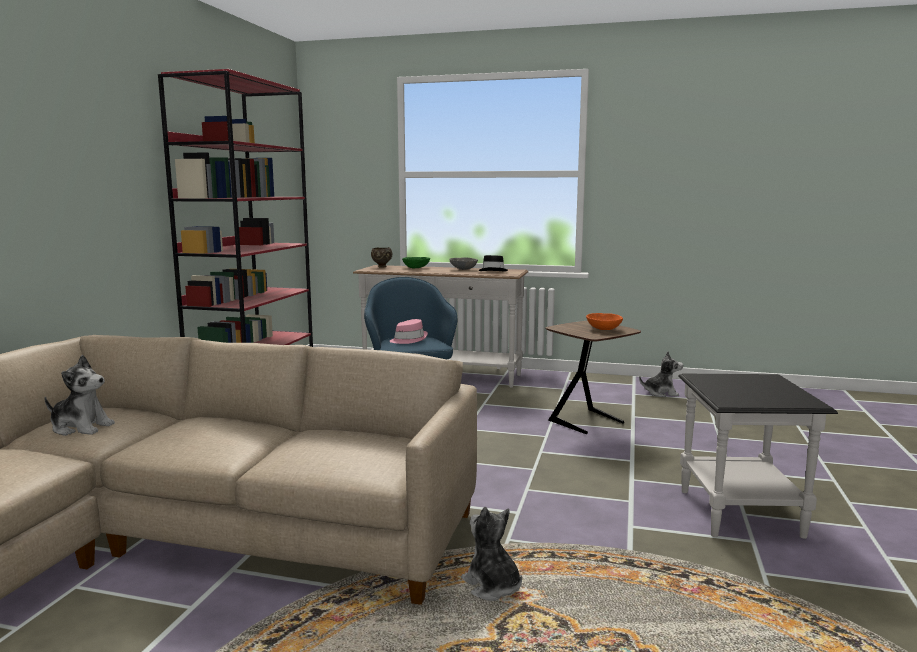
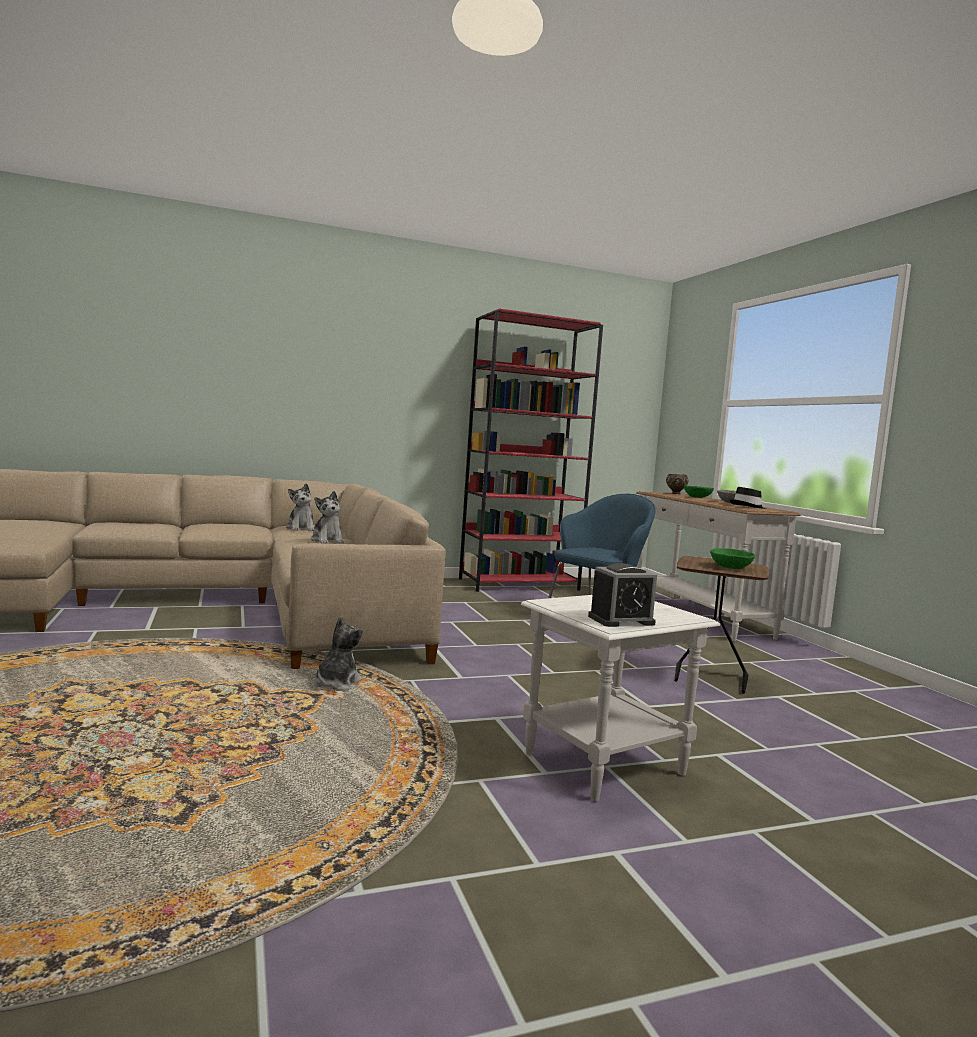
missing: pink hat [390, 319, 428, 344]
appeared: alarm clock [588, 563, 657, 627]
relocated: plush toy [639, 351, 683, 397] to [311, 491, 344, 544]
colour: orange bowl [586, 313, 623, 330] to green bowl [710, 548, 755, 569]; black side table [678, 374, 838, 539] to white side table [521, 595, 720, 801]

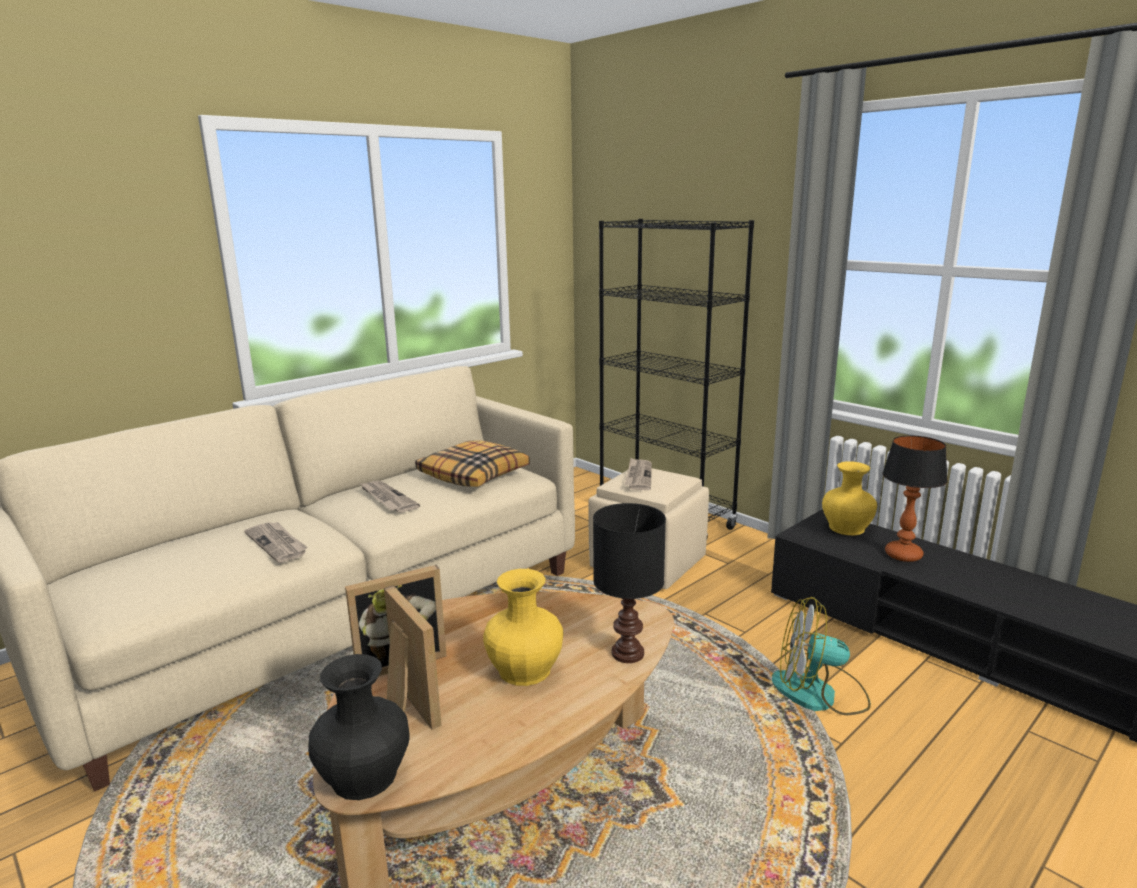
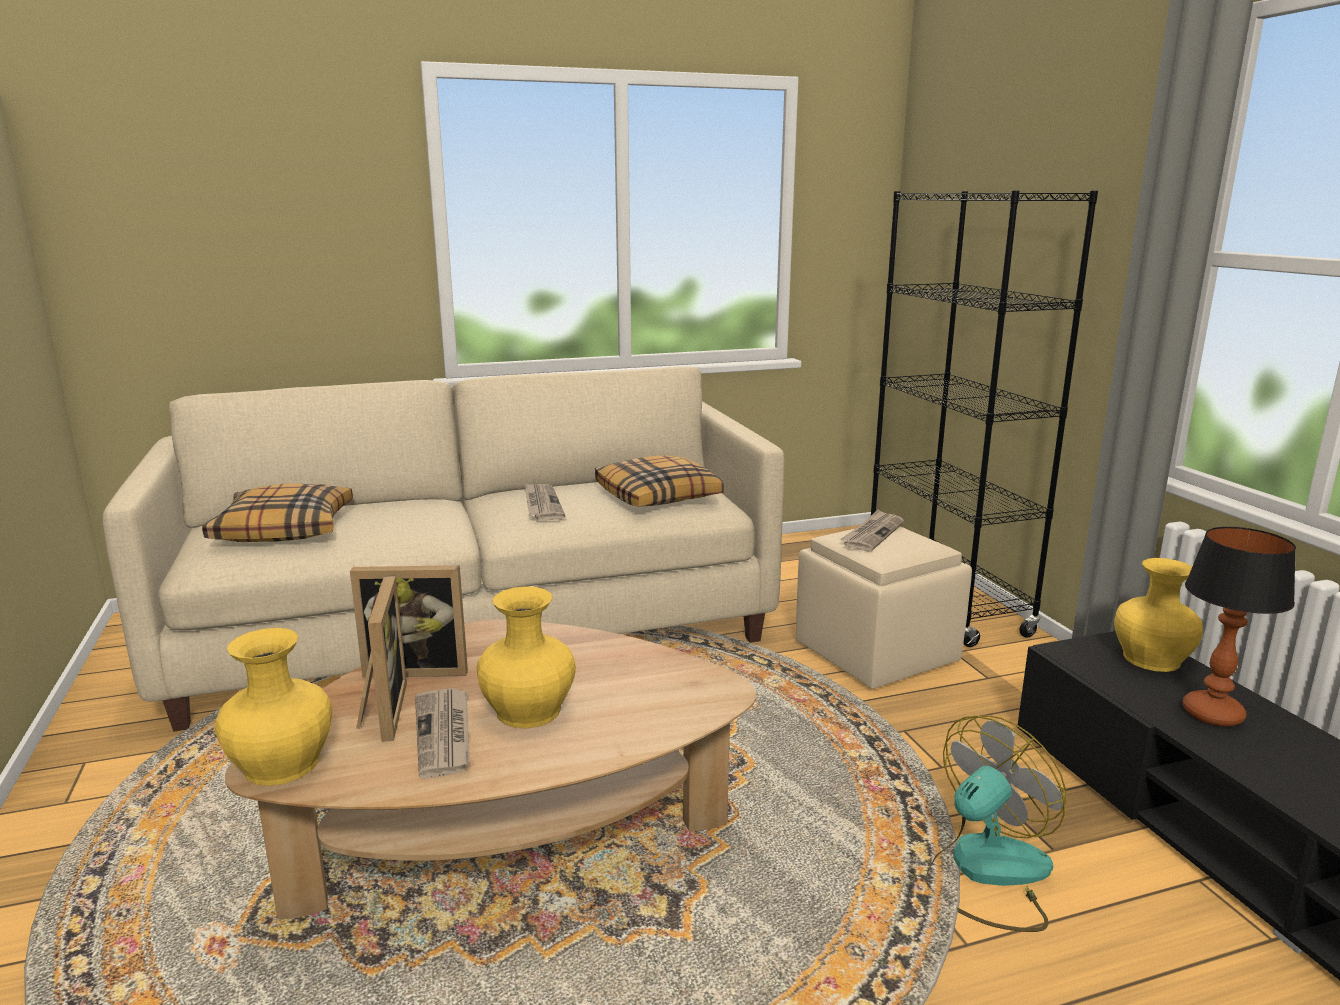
missing: black table lamp [593, 503, 666, 663]
appeared: pillow [202, 483, 353, 542]
relocated: newspaper [244, 522, 307, 563] to [415, 688, 470, 778]
colour: black vase [308, 654, 410, 800] to yellow vase [215, 628, 332, 786]
spun: fan [772, 597, 871, 716] = [926, 715, 1066, 932] 105 degrees clockwise

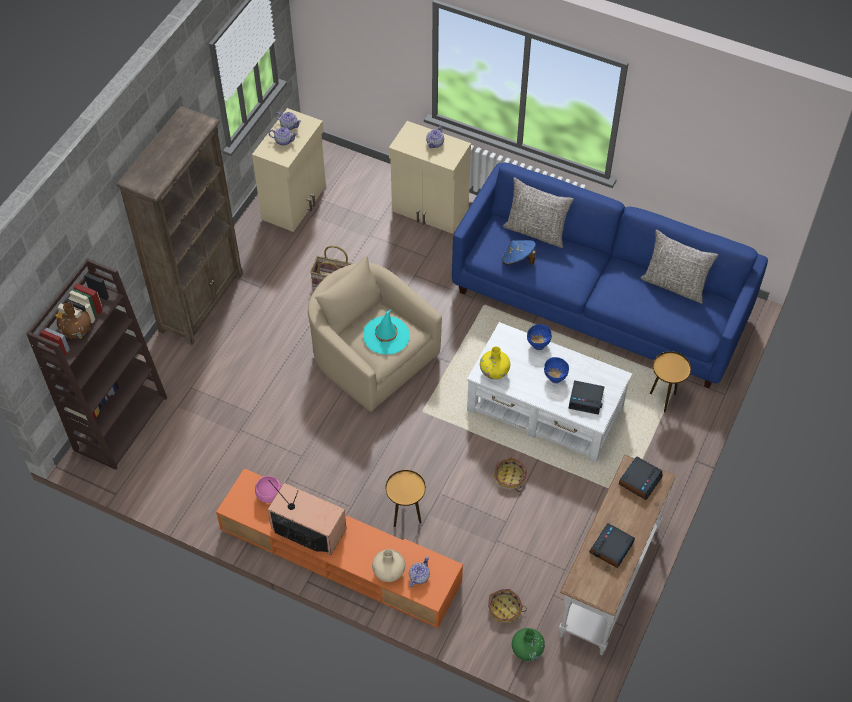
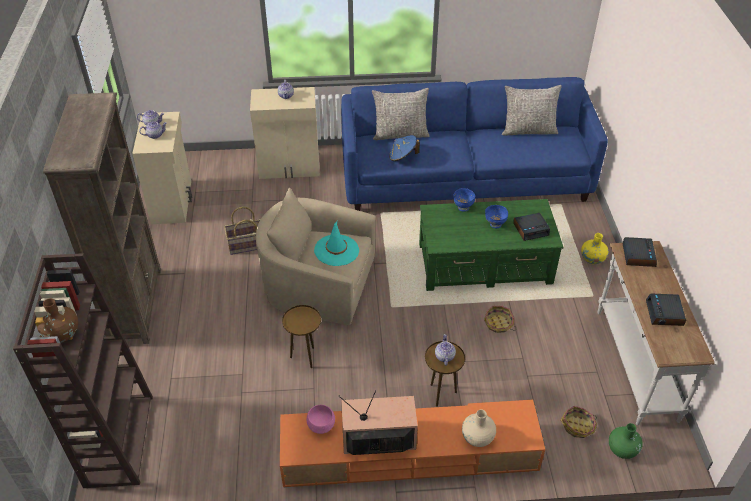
relocated: teapot [409, 556, 430, 587] to [435, 334, 456, 366]; yellow vase [480, 346, 510, 380] to [581, 233, 608, 264]; brown side table [650, 351, 691, 413] to [282, 305, 321, 368]
colour: white coffee table [467, 322, 632, 463] to green coffee table [419, 199, 564, 291]

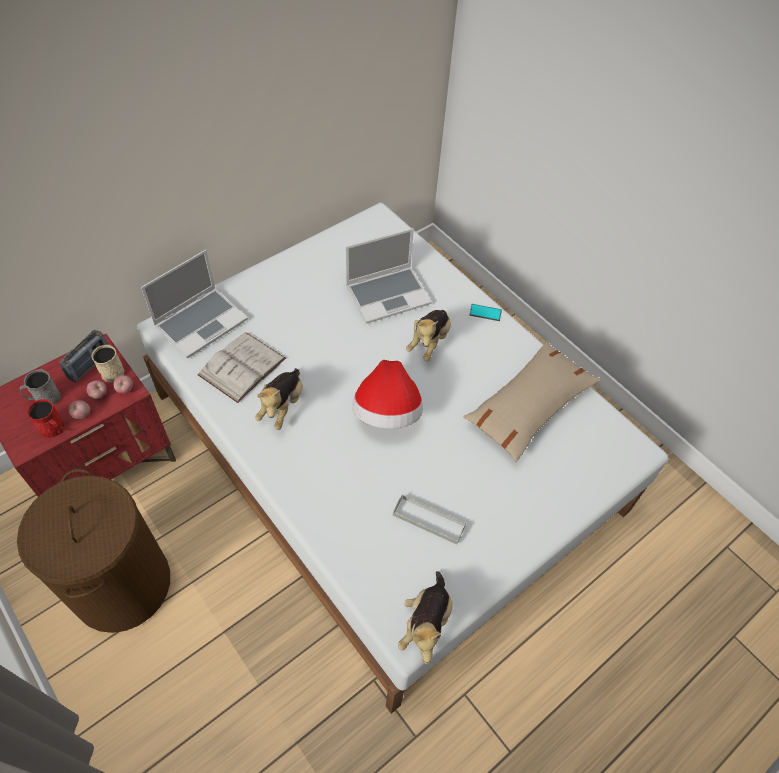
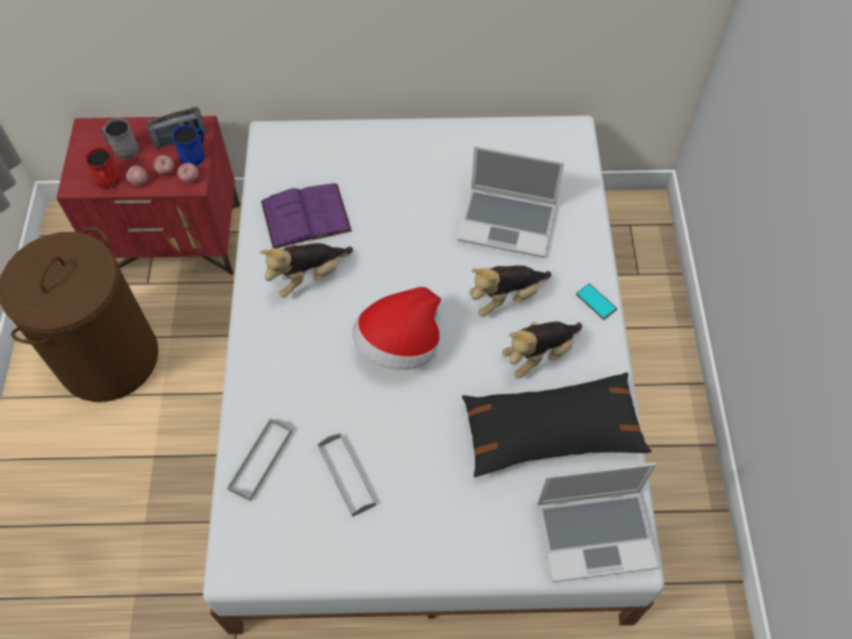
appeared: grey tray [227, 419, 292, 501]
relocated: laptop [141, 250, 248, 359] to [537, 463, 659, 582]; plush toy [398, 571, 452, 664] to [502, 322, 582, 379]
colour: beige mug [92, 345, 125, 382] to blue mug [172, 125, 205, 166]; white book [198, 332, 286, 403] to purple book [261, 183, 352, 248]; beige pillow [463, 341, 601, 462] to black pillow [462, 372, 652, 477]

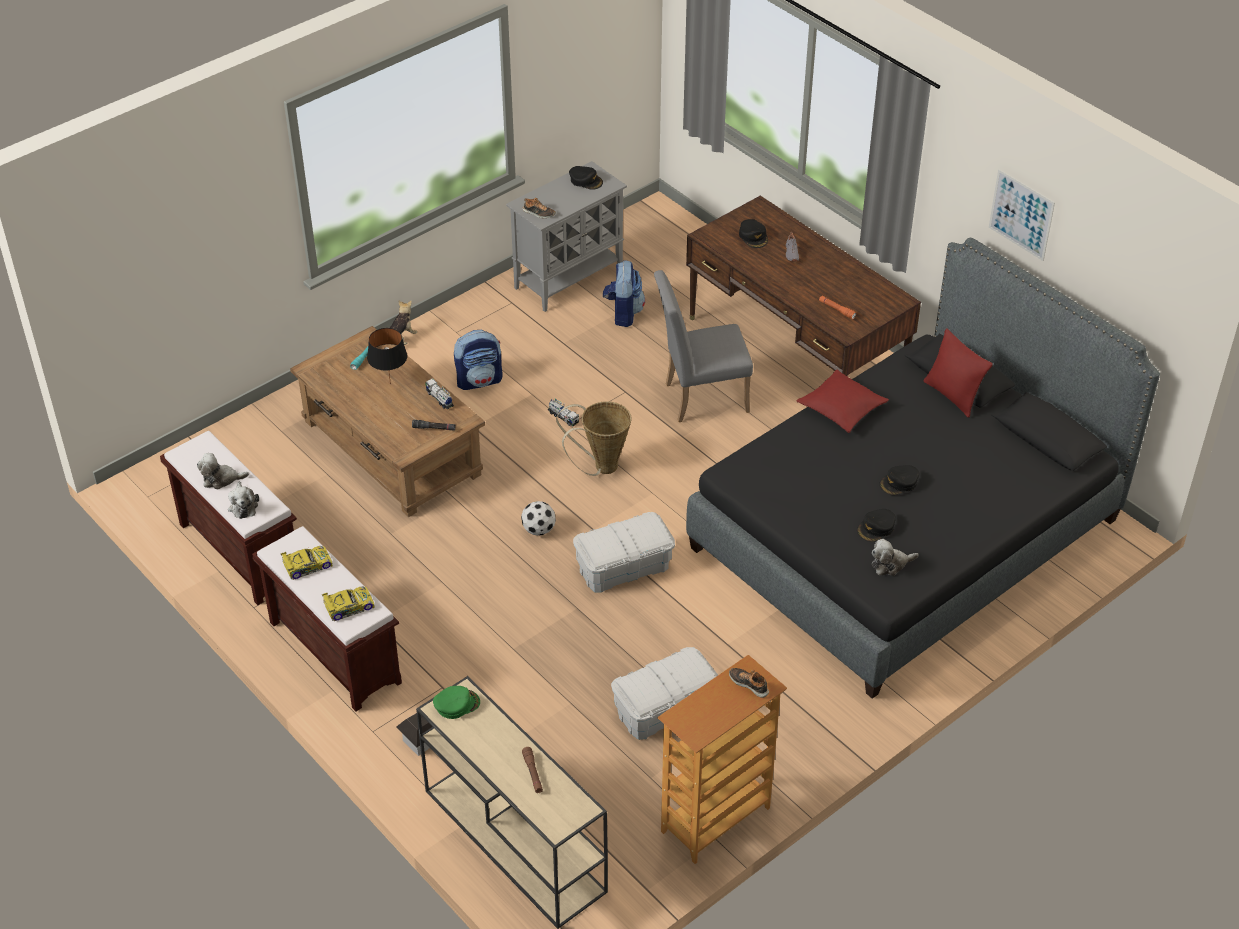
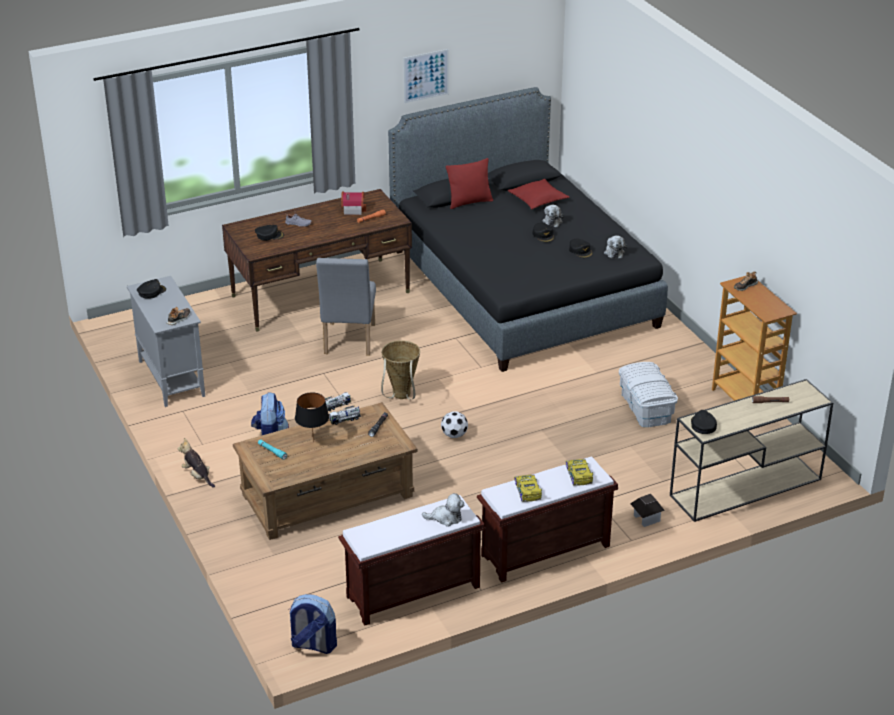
missing: white storage box [573, 512, 675, 592]
appeared: toy house [341, 191, 366, 215]
relocated: plush toy [197, 453, 249, 489] to [542, 205, 564, 227]; backpack [603, 260, 645, 327] to [289, 594, 337, 654]; red pillow [796, 369, 889, 433] to [508, 179, 570, 209]
colour: green cap [433, 686, 480, 719] to black cap [691, 410, 717, 434]

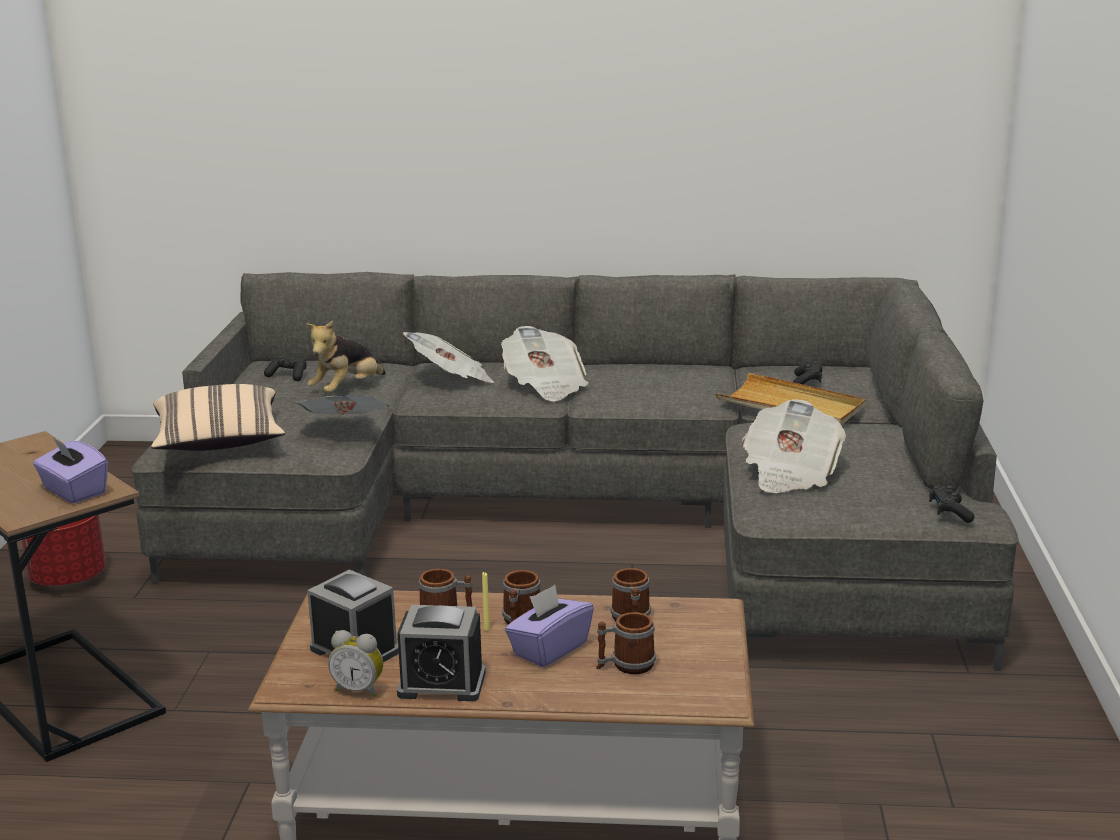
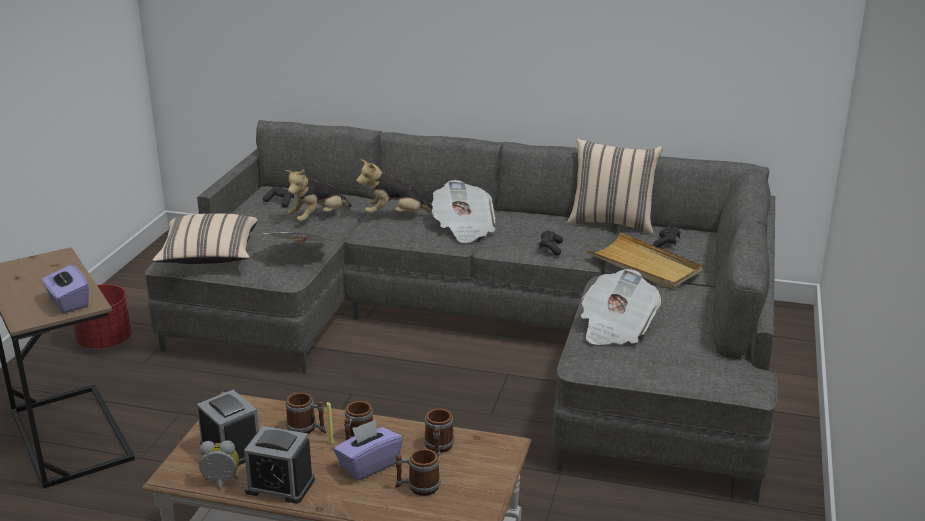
appeared: beige pillow [567, 139, 663, 234]
relocated: black game controller [929, 485, 974, 523] to [539, 230, 563, 255]
exchanged: newspaper [403, 332, 495, 383] to plush toy [356, 159, 432, 214]
spun: alarm clock [328, 630, 383, 698] = [199, 440, 239, 489] 150 degrees clockwise

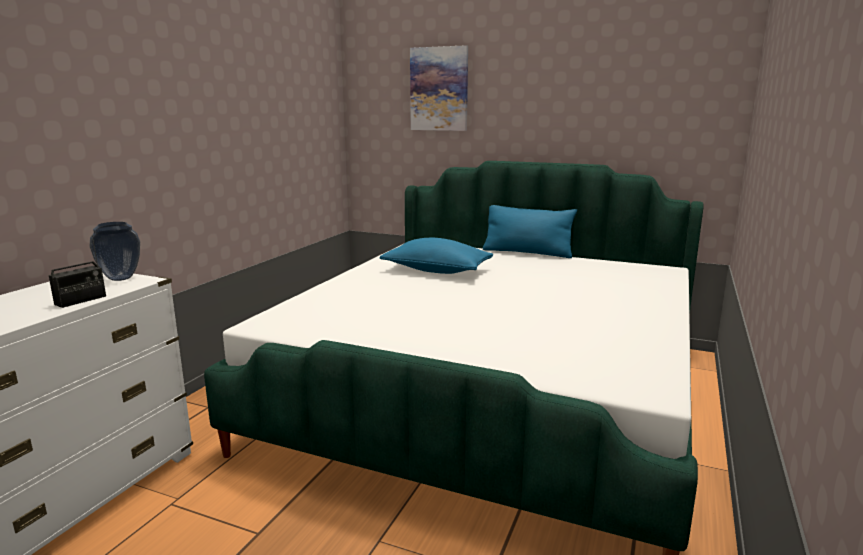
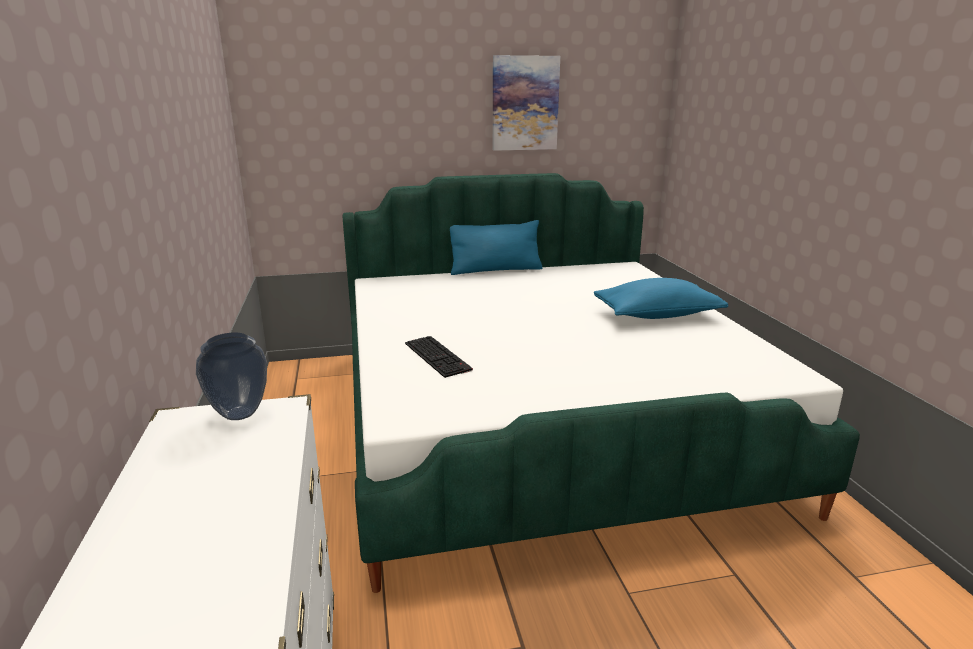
missing: radio [49, 235, 106, 308]
appeared: keyboard [405, 336, 473, 378]
relocated: blue pillow [380, 238, 493, 274] to [594, 278, 728, 319]; picture [410, 45, 468, 131] to [493, 55, 560, 151]

